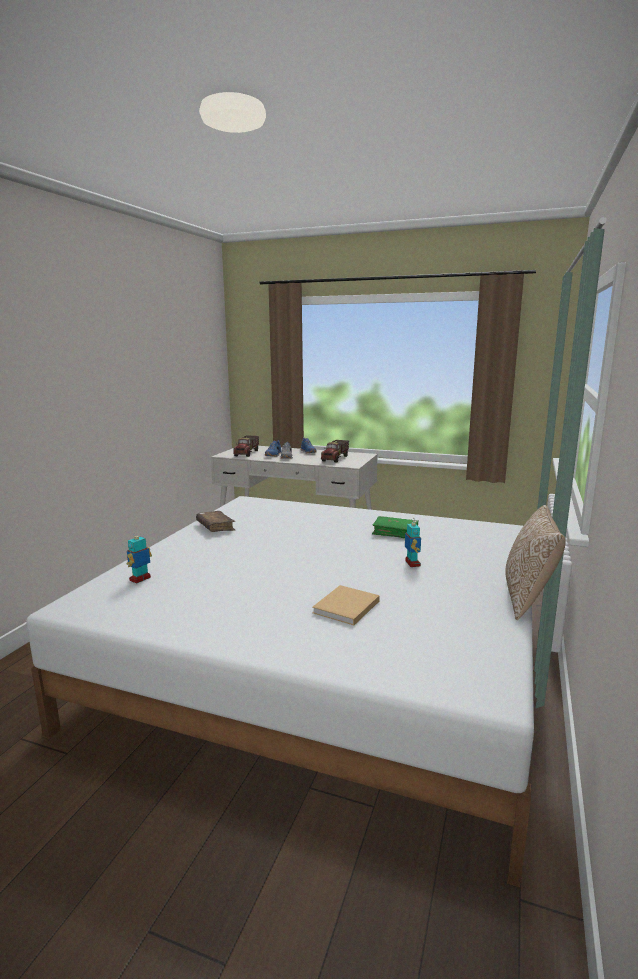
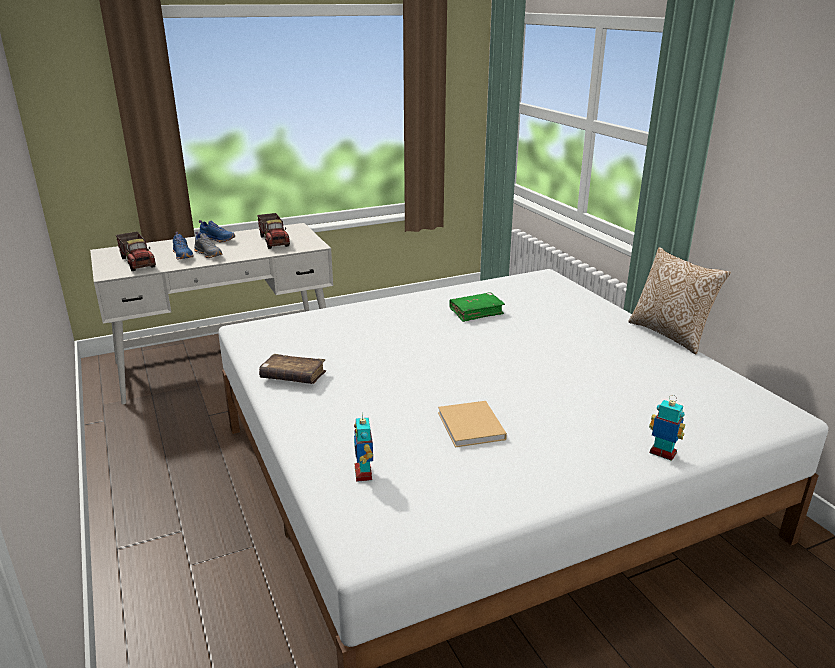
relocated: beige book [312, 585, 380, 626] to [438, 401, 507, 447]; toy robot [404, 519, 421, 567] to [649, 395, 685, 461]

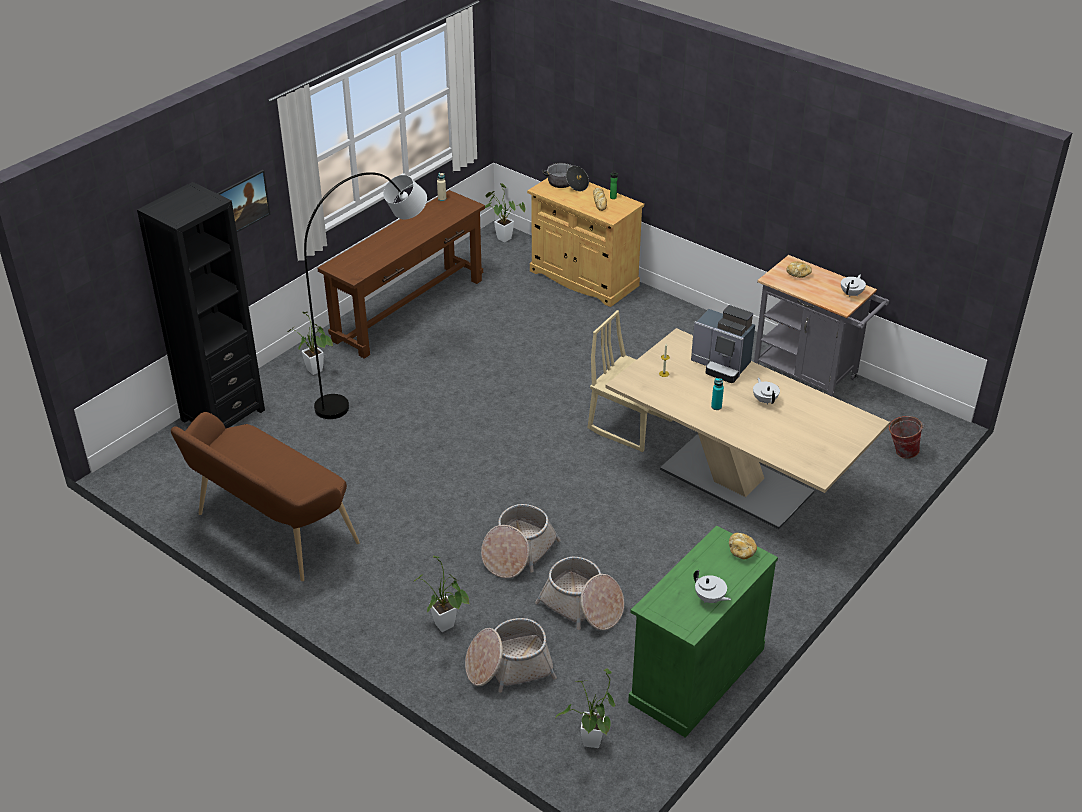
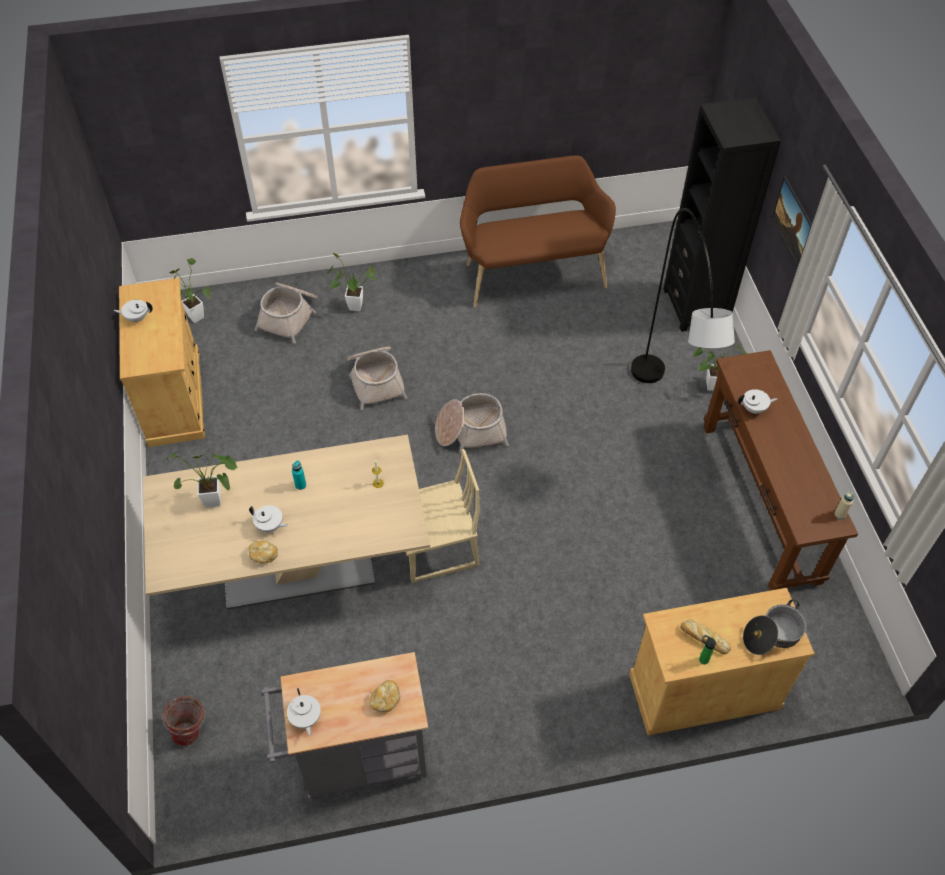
missing: coffee machine [691, 305, 755, 383]
appeared: white teapot [738, 389, 778, 414]
relocated: potted plant [485, 183, 525, 242] to [167, 452, 238, 508]; basket [535, 557, 624, 630] to [435, 393, 509, 453]; bread [729, 533, 757, 559] to [248, 541, 278, 564]
colour: green cabinet [628, 525, 778, 738] to beige cabinet [119, 278, 205, 447]

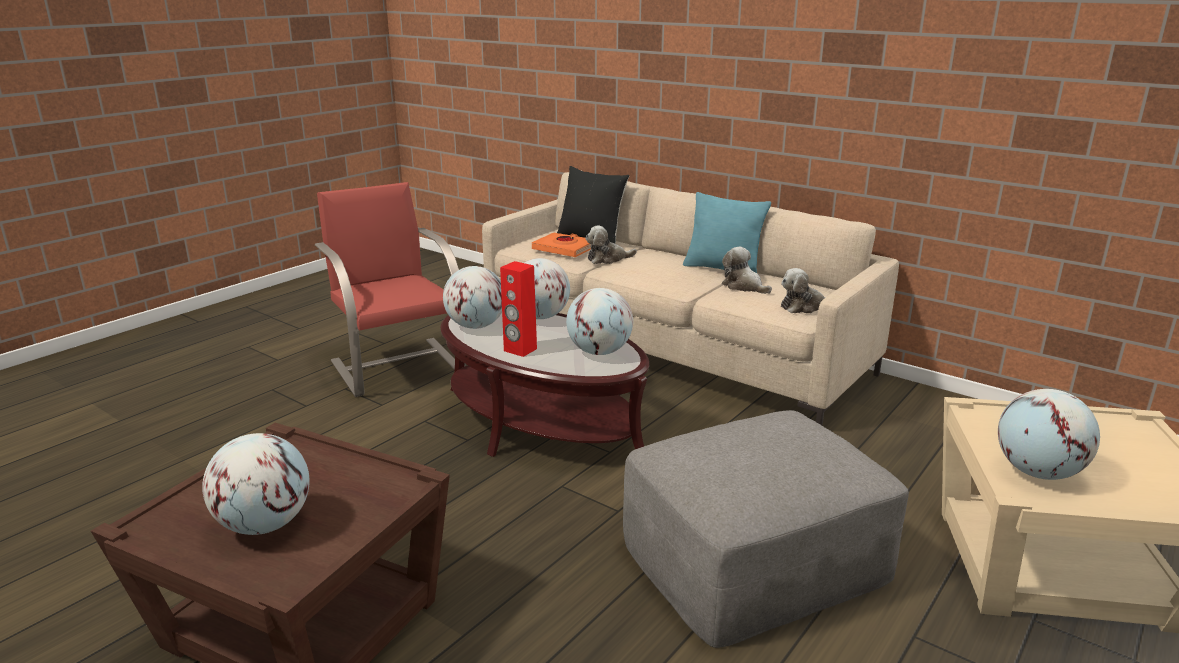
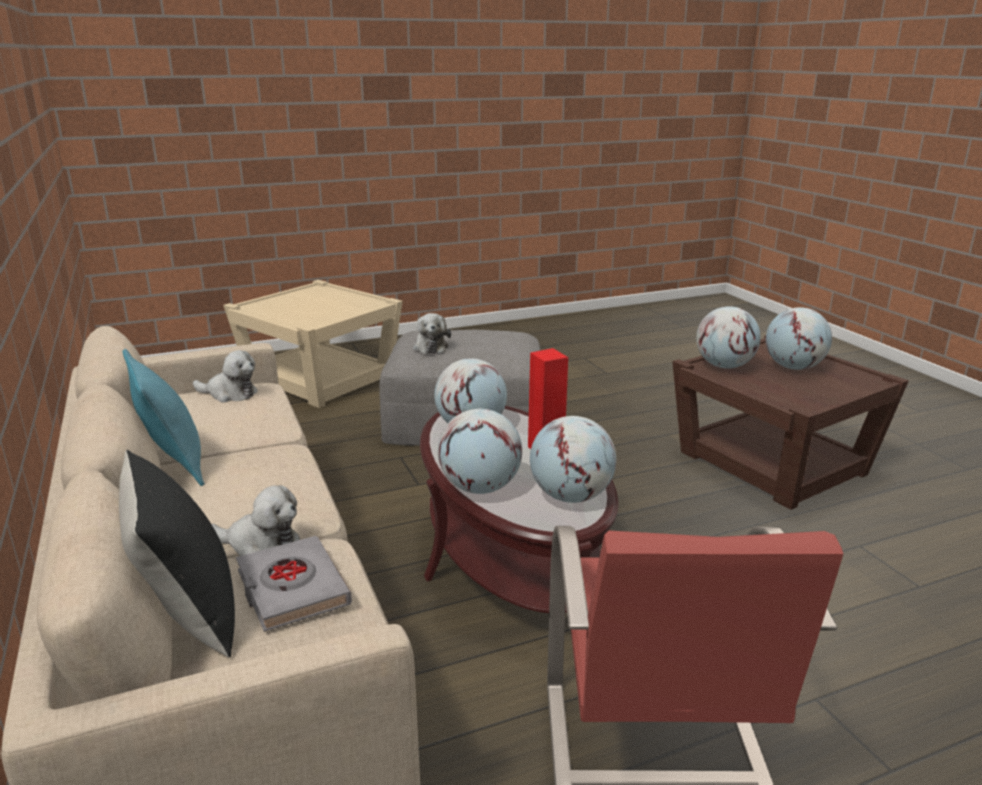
relocated: plush toy [722, 247, 772, 294] to [413, 313, 451, 354]; globe [998, 389, 1100, 480] to [696, 306, 761, 369]
colour: orange book [532, 233, 591, 257] to grey book [236, 536, 352, 632]

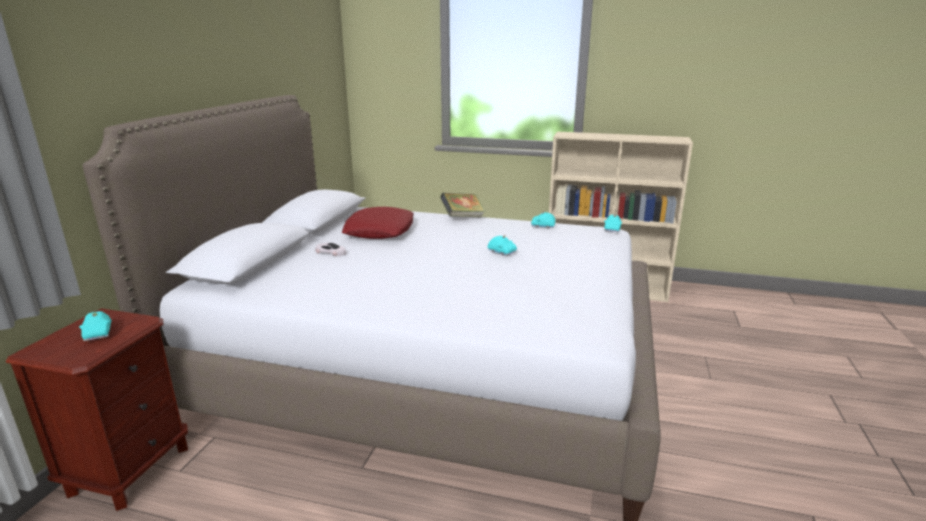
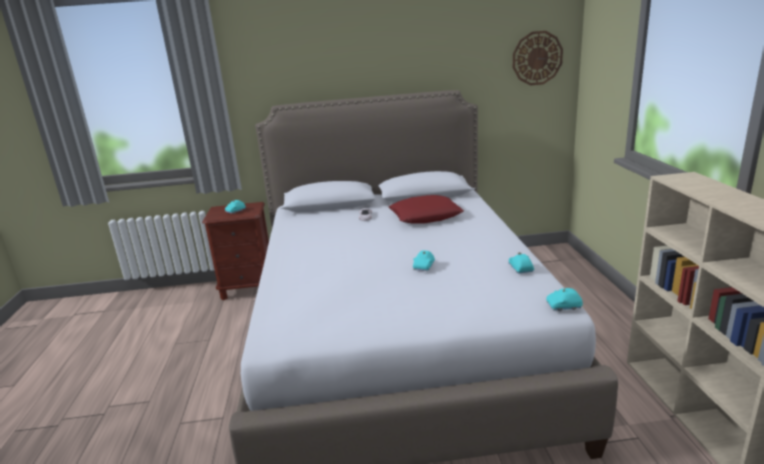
missing: book [440, 193, 486, 218]
appeared: wall clock [513, 31, 563, 85]

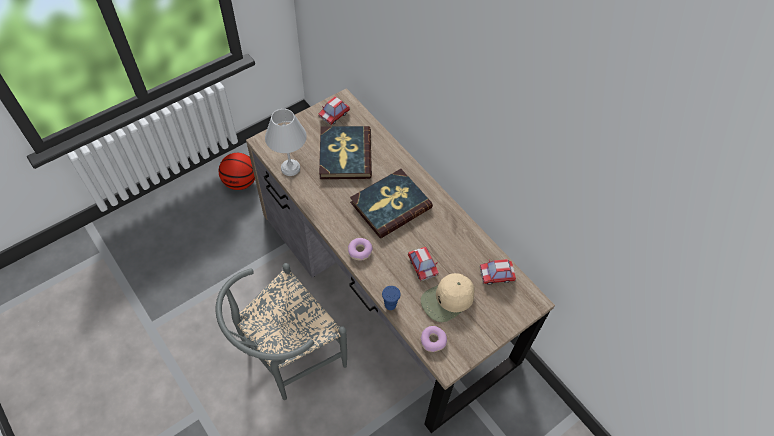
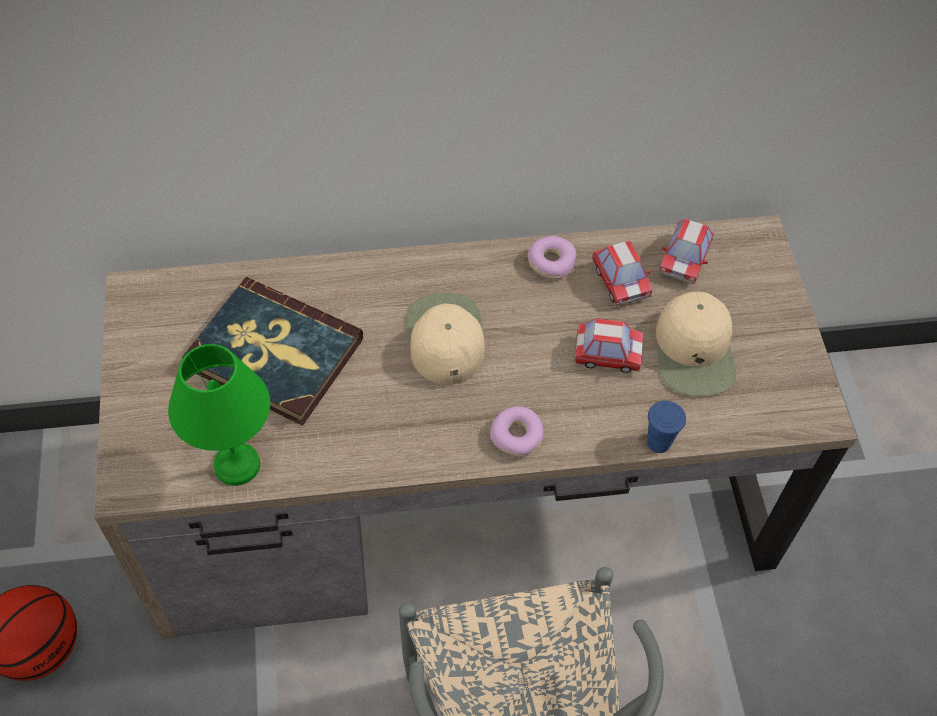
relocated: toy car [318, 96, 350, 125] to [592, 240, 652, 306]; donut [420, 326, 447, 352] to [528, 236, 576, 279]
exchanged: book [350, 169, 433, 239] to beige cap [406, 293, 485, 385]
colour: white table lamp [265, 109, 307, 176] to green table lamp [168, 344, 270, 486]

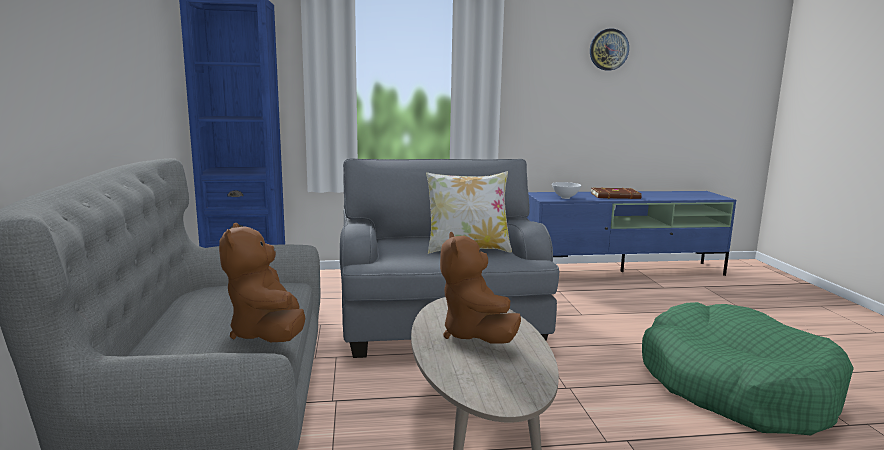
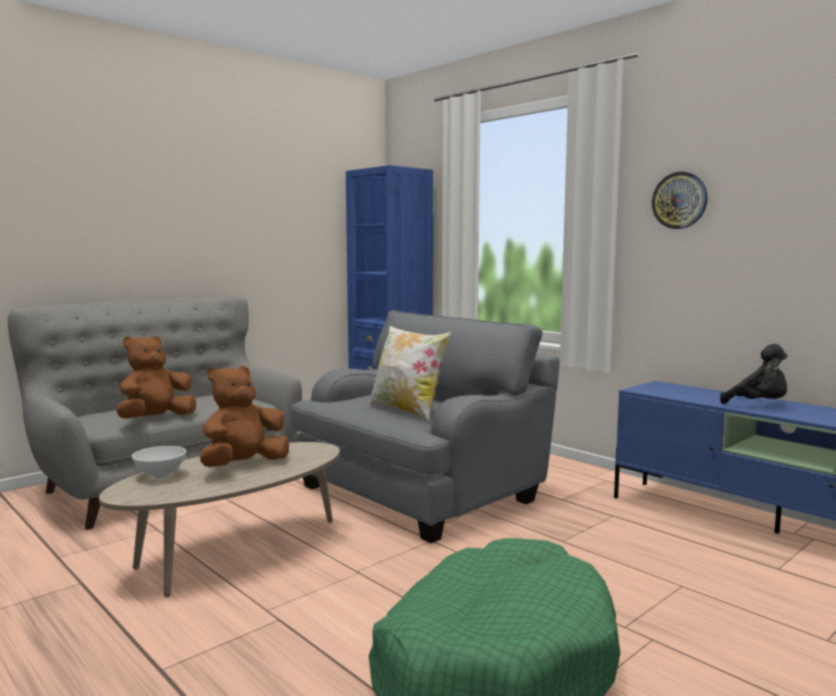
relocated: white bowl [552, 182, 581, 199] to [132, 446, 186, 479]; wall clock [590, 28, 629, 71] to [652, 172, 708, 229]
exchanged: brown book [591, 187, 642, 199] to black plush toy [720, 344, 787, 404]

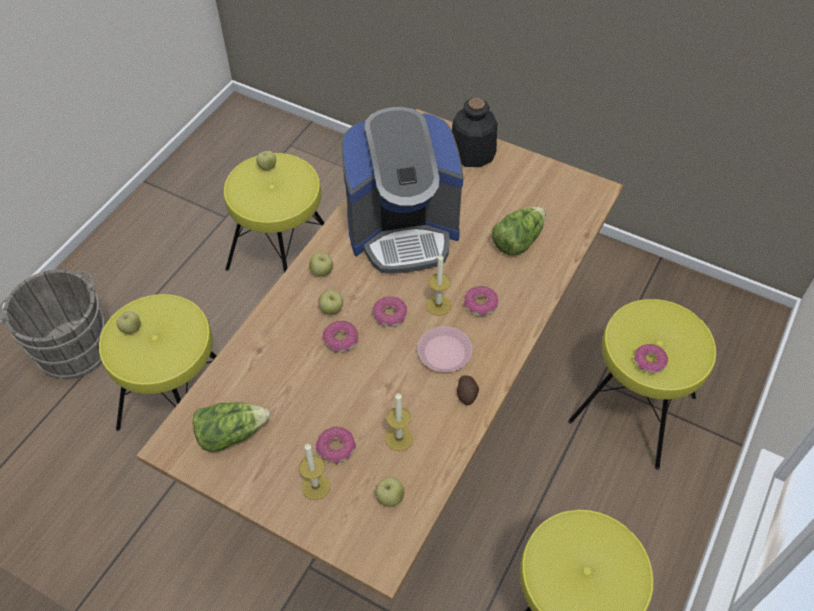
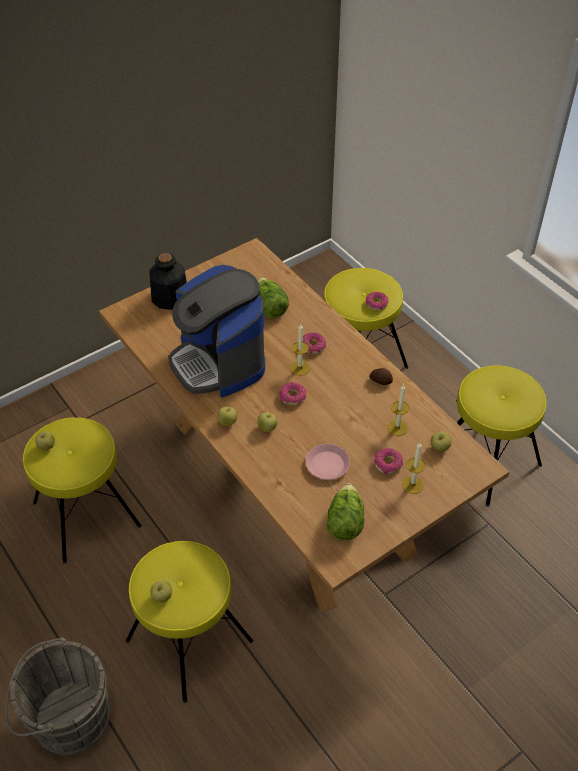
missing: donut [322, 321, 358, 353]
relocated: pink plate [418, 326, 472, 372] to [305, 444, 350, 480]
spun: coffee machine [341, 107, 463, 274] = [168, 265, 265, 398] 135 degrees clockwise

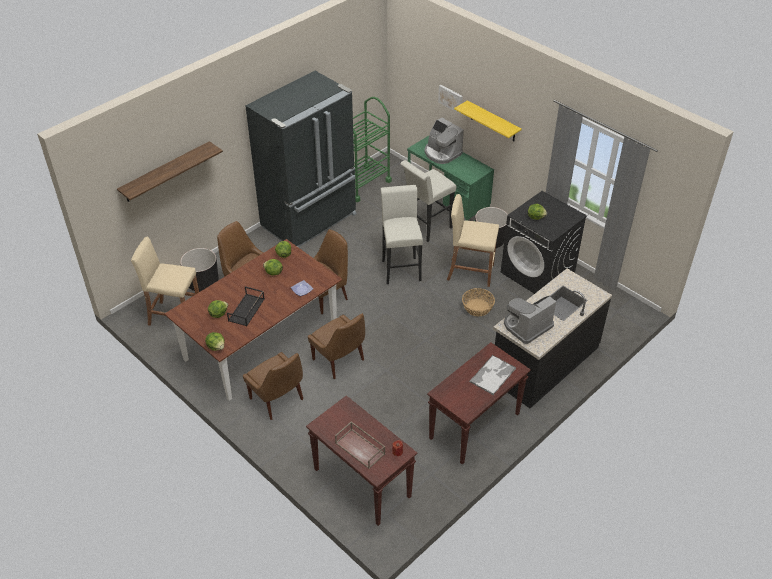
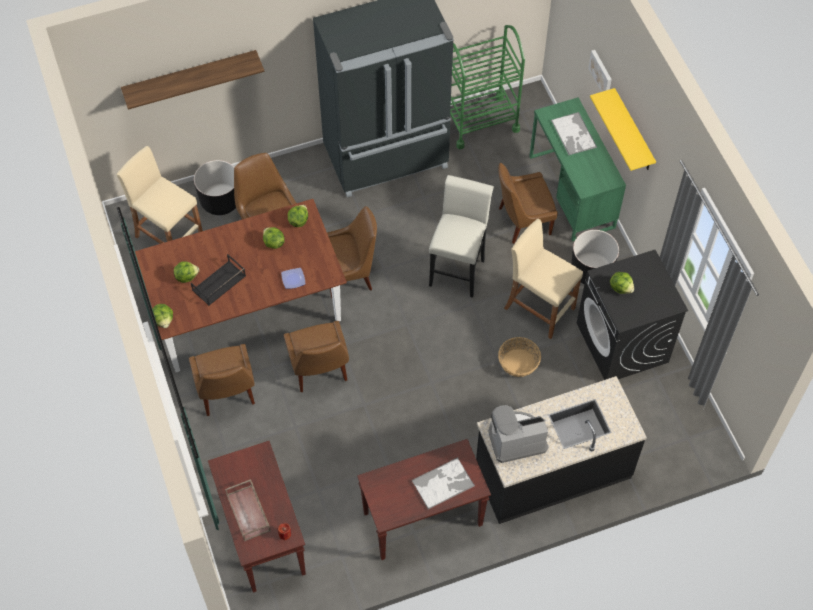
exchanged: white stool [400, 160, 457, 242] to brown chair [498, 163, 558, 244]; coffee machine [424, 118, 464, 164] to tray [551, 112, 597, 155]

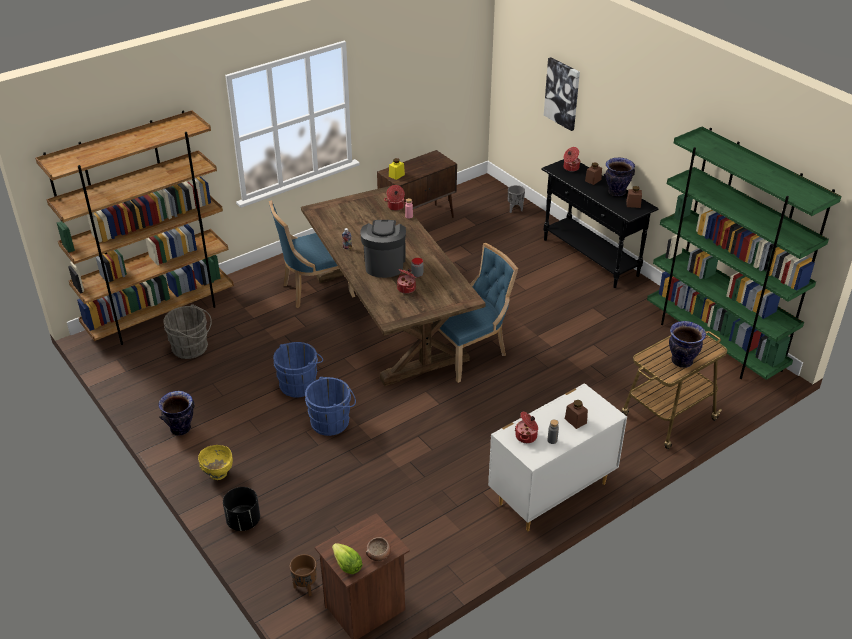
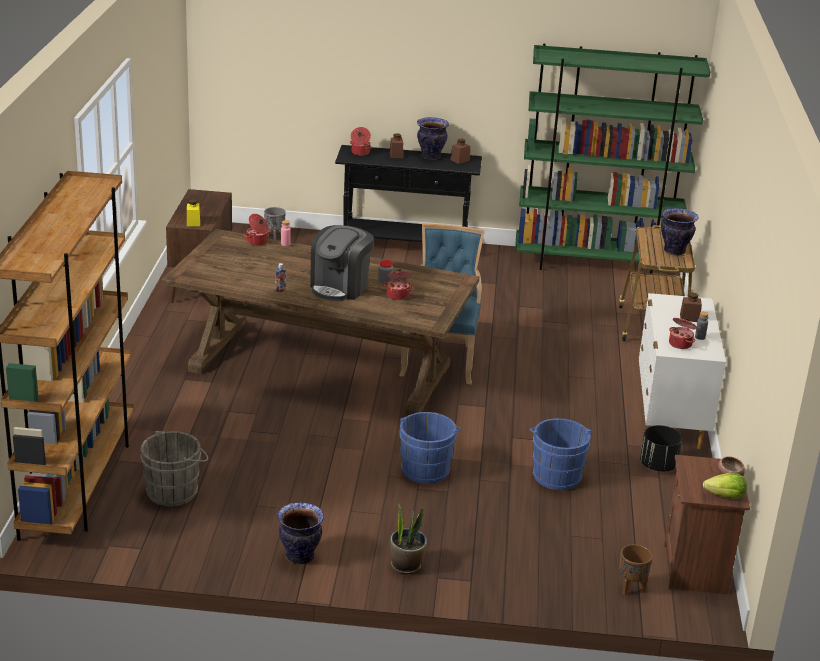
missing: blue chair [269, 200, 355, 308]; picture [544, 57, 580, 131]
relocated: black planter [223, 487, 260, 531] to [640, 425, 682, 472]; blue bucket [273, 342, 323, 398] to [530, 418, 591, 490]
exchanged: yellow bowl [198, 445, 233, 480] to potted plant [390, 503, 427, 574]
spun: coffee machine [360, 220, 406, 278] = [310, 225, 374, 301] 105 degrees counterclockwise

